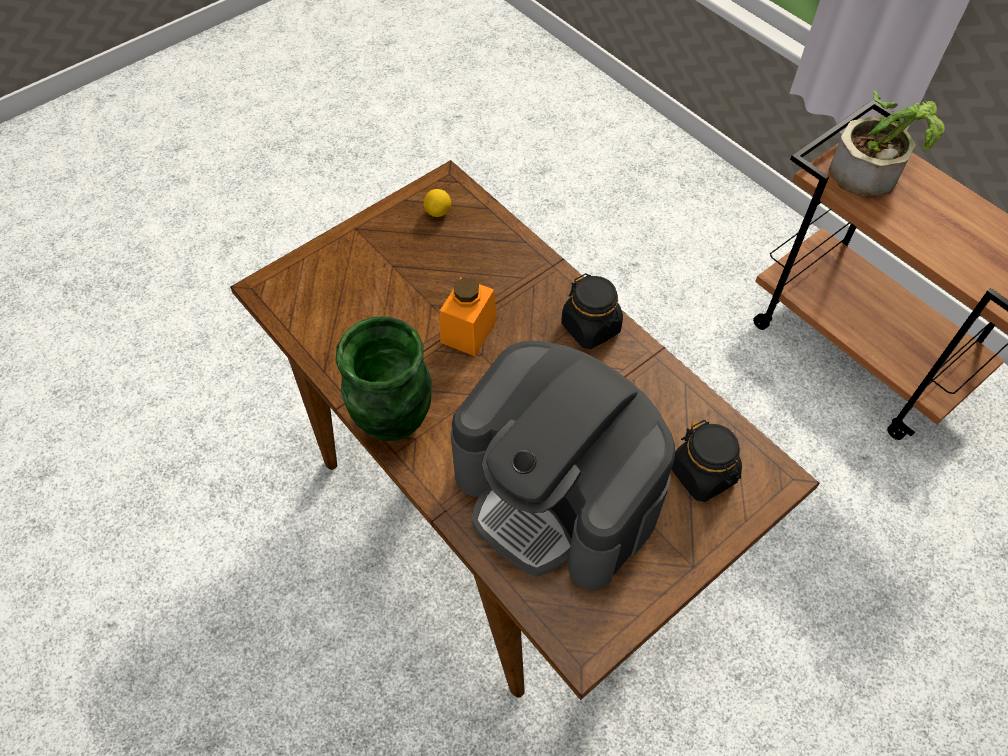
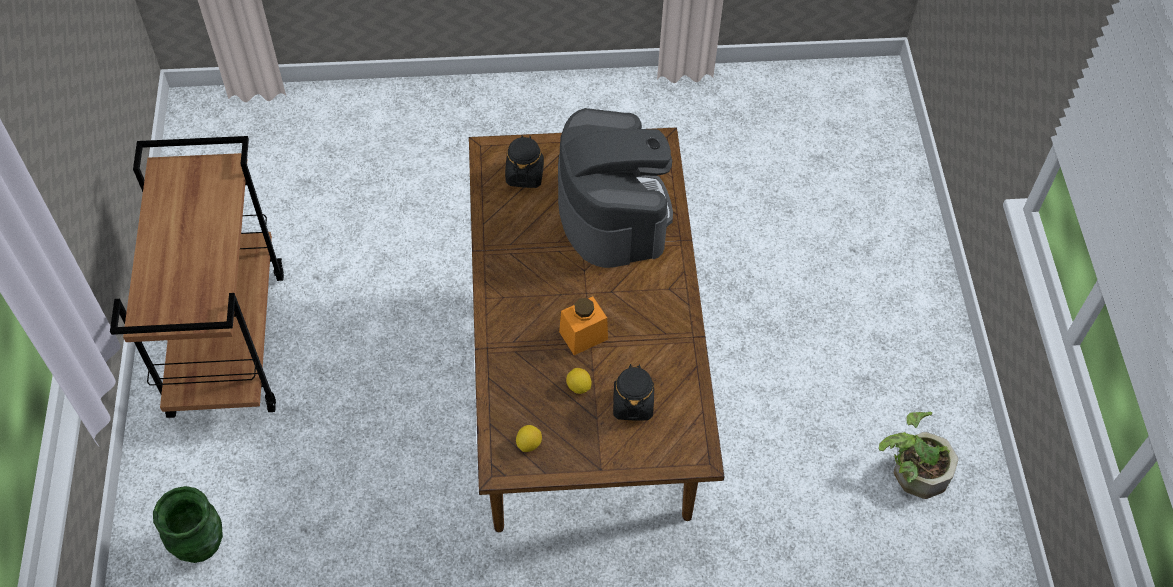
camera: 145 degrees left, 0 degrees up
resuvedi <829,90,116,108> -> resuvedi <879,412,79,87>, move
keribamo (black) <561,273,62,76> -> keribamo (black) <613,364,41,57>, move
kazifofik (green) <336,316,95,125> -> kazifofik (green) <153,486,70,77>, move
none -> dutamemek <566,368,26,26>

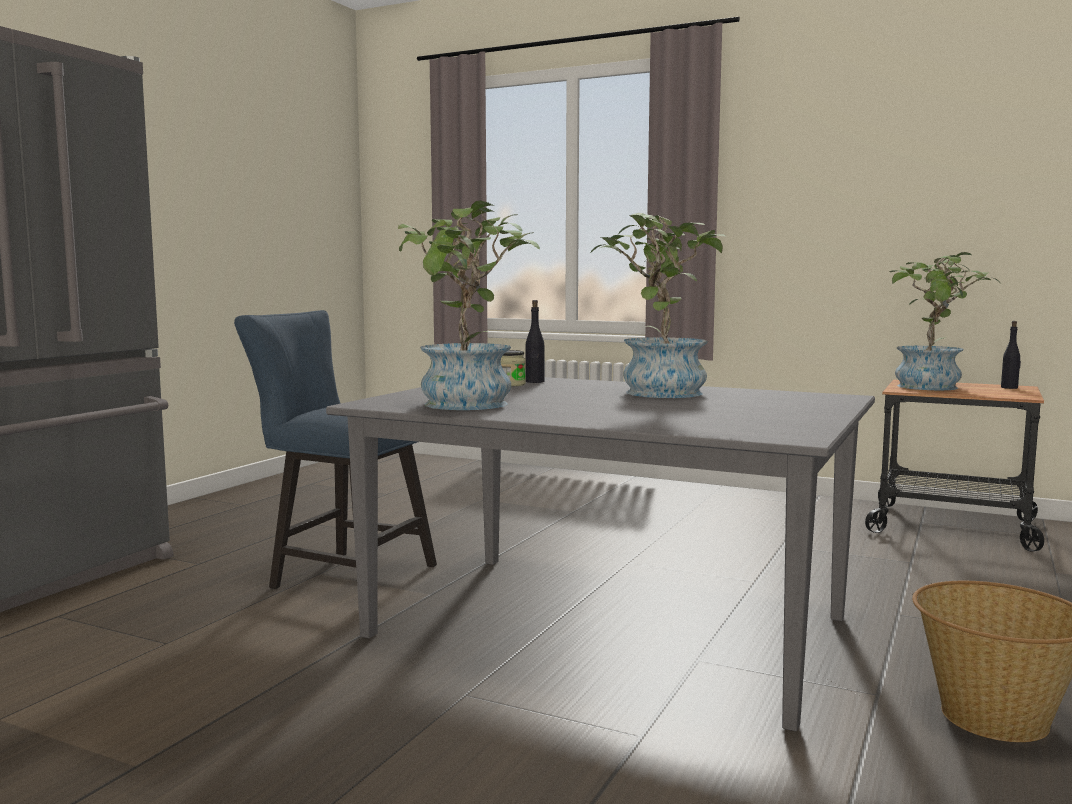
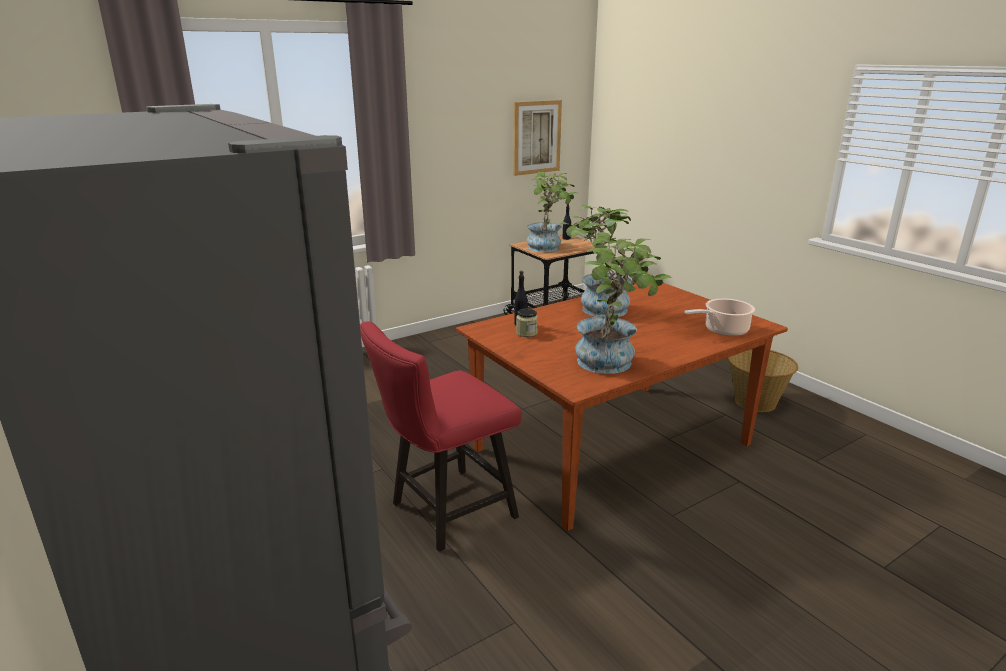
camera: 60 degrees left, 15 degrees up
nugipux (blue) <234,310,203,279> -> nugipux (red) <360,321,162,231>
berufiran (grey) <326,377,549,354> -> berufiran (brown) <456,283,332,248>
none -> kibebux <513,100,49,76>
none -> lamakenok <684,298,71,38>

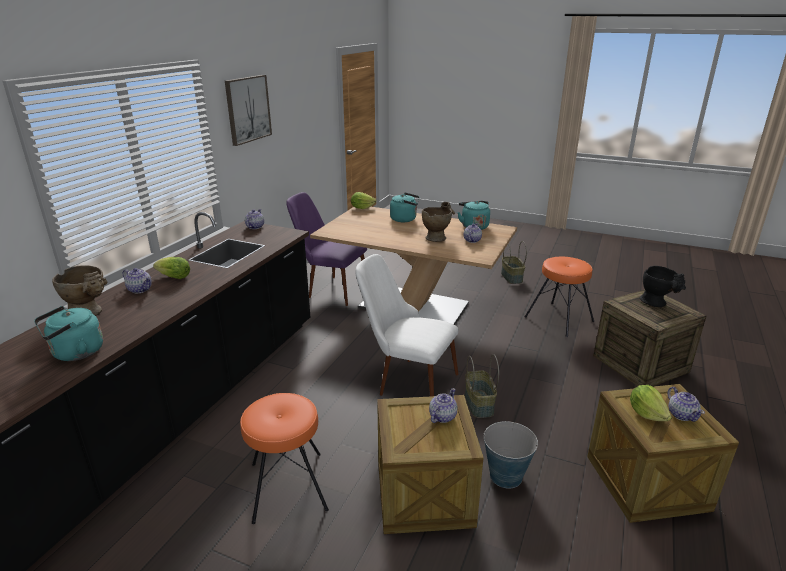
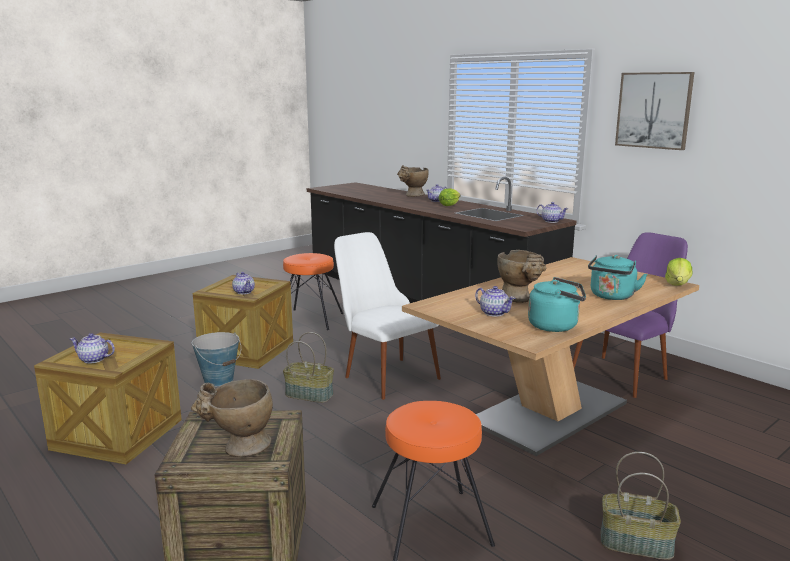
camera: 115 degrees right, 10 degrees down
nugipux (white) <355,254,104,143> -> nugipux (white) <334,232,107,168>, 90 degrees counterclockwise
kazifofik (black) <640,266,46,41> -> kazifofik (beige) <191,379,82,78>
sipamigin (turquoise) <34,306,69,55> -> none
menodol <630,385,42,36> -> none

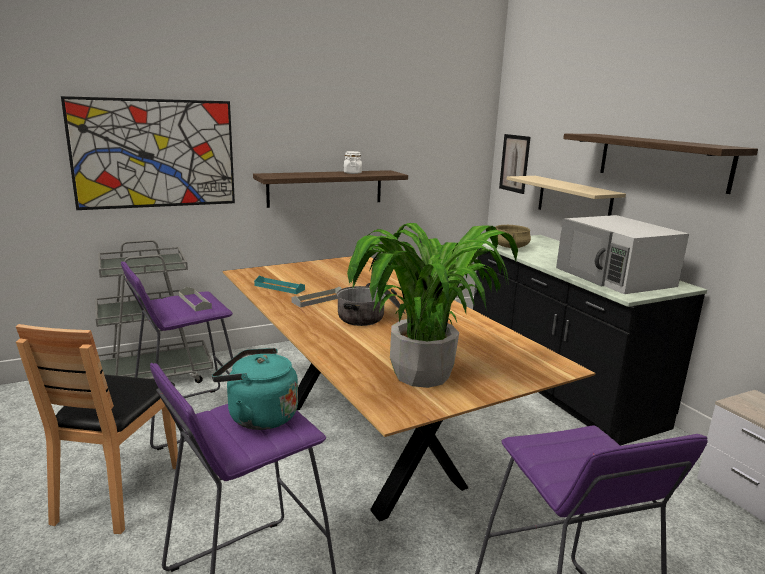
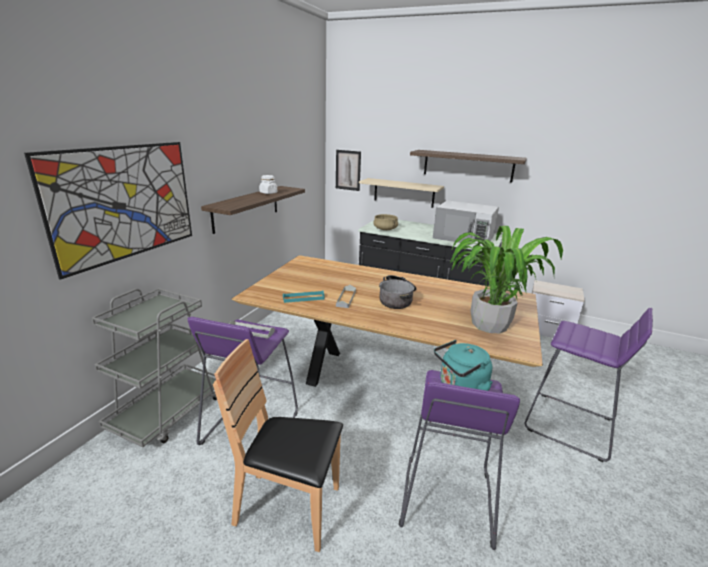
camera: 40 degrees left, 5 degrees up
nugipux (brown) <16,324,162,210> -> nugipux (brown) <213,339,130,213>, 135 degrees clockwise

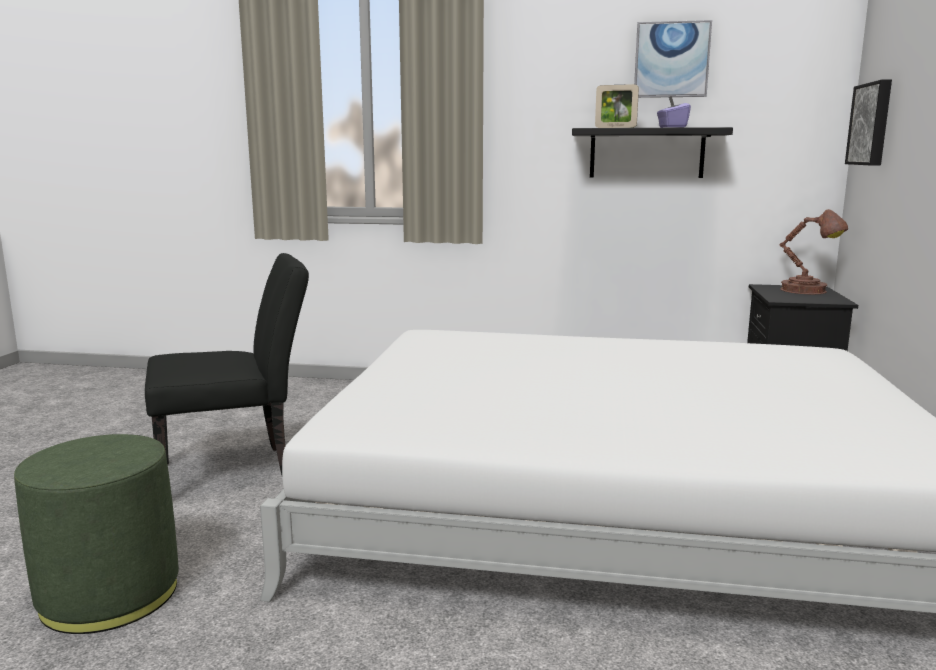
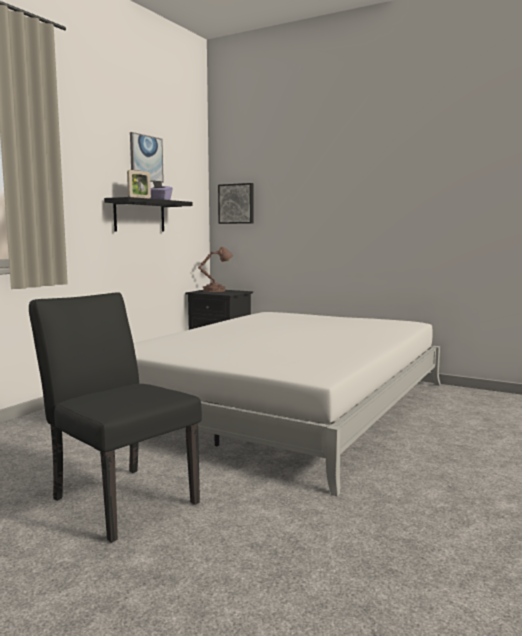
camera: 70 degrees left, 5 degrees down
nugipux (black) <145,253,164,222> -> nugipux (black) <29,292,173,251>, 45 degrees counterclockwise
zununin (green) <14,434,165,200> -> none

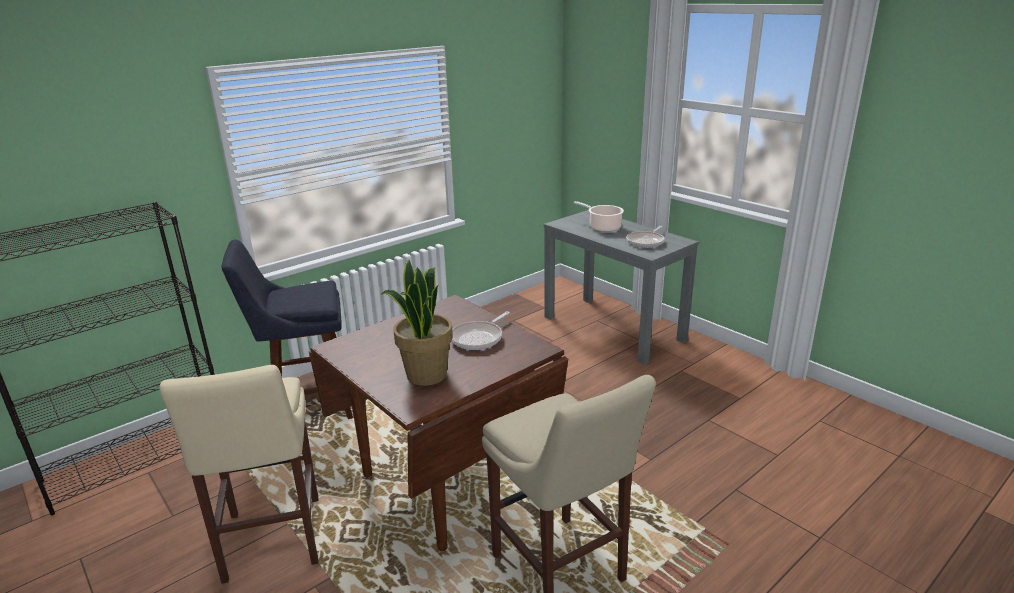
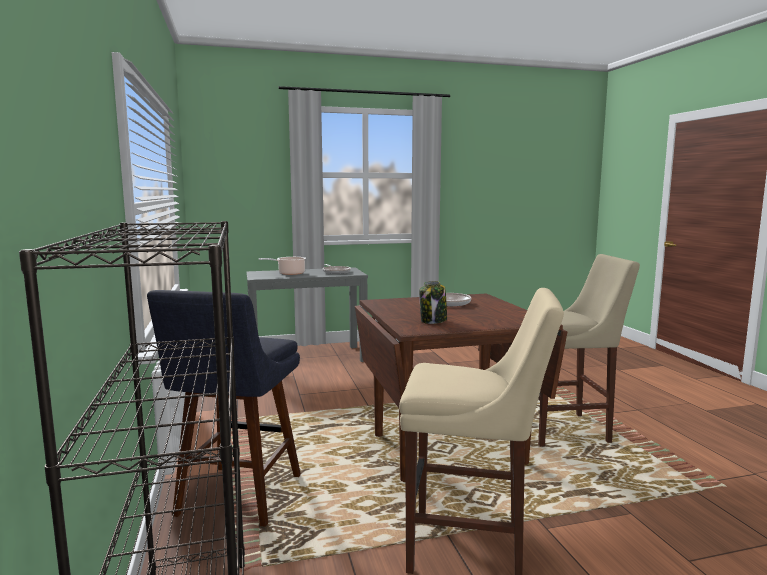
camera: 65 degrees left, 15 degrees down
resuvedi <382,260,71,126> -> none
none -> keribamo <419,281,28,43>

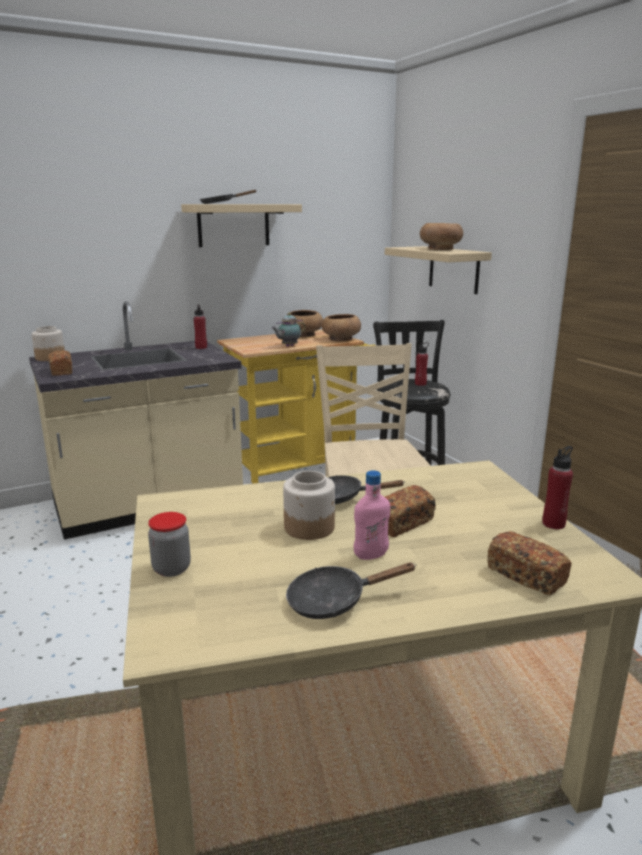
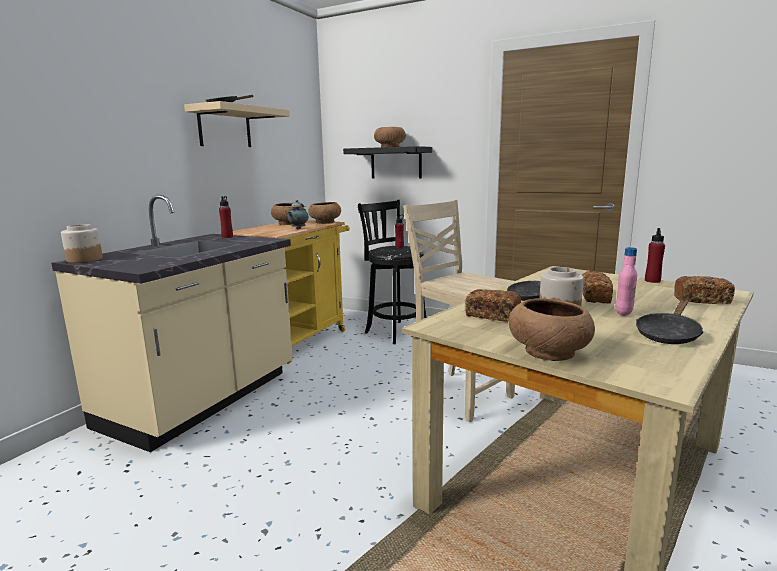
camera: 35 degrees left, 5 degrees down
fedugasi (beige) <385,246,107,48> -> fedugasi (black) <343,146,89,33>
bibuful <48,350,24,26> -> bibuful <465,289,56,33>, move
keribamo <148,512,43,65> -> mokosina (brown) <509,298,86,63>

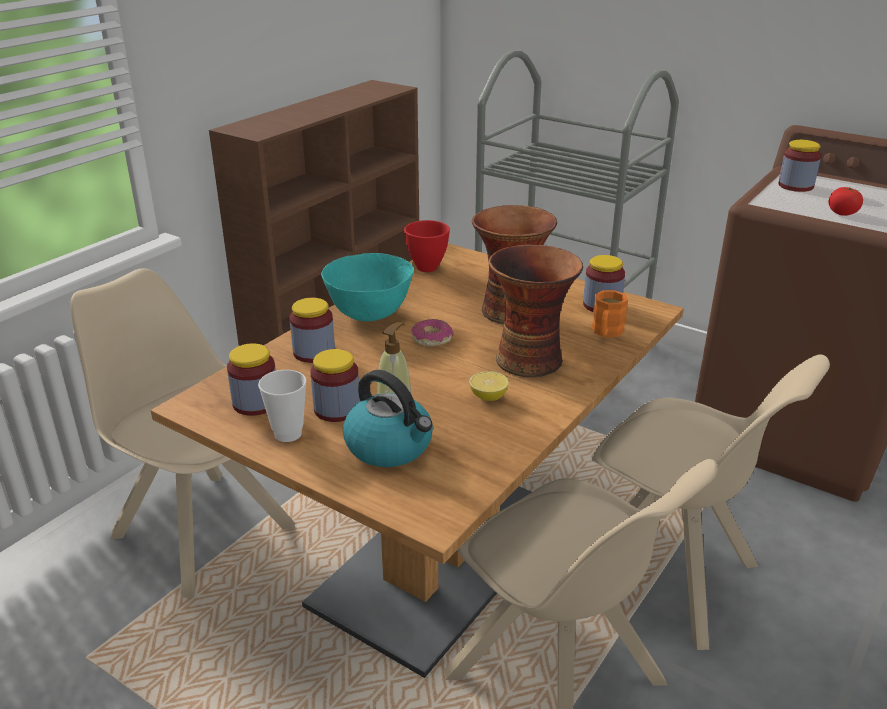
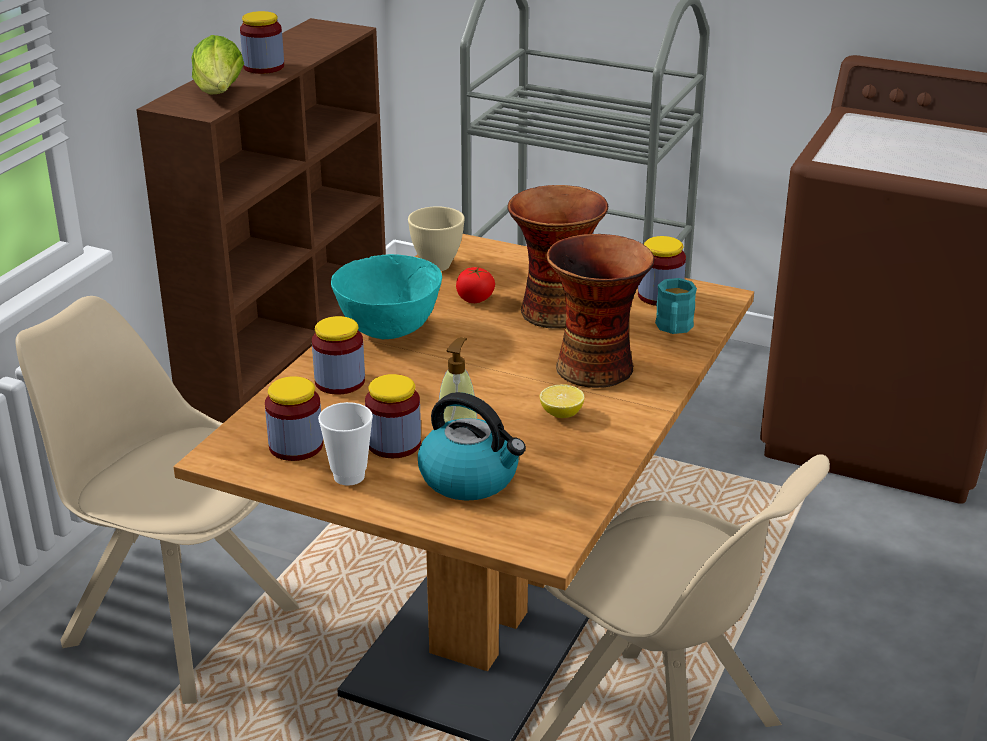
camera: 10 degrees left, 0 degrees up
keribamo <778,140,43,52> -> keribamo <240,11,44,63>, move
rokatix <829,187,34,29> -> rokatix <456,267,39,36>, move
mokosina (red) <404,220,46,52> -> mokosina (beige) <408,206,57,65>
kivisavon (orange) <592,290,36,47> -> kivisavon (turquoise) <655,278,42,56>
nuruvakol <411,319,42,28> -> none
nugipux (beige) <592,355,238,295> -> none
none -> menodol <191,35,53,60>

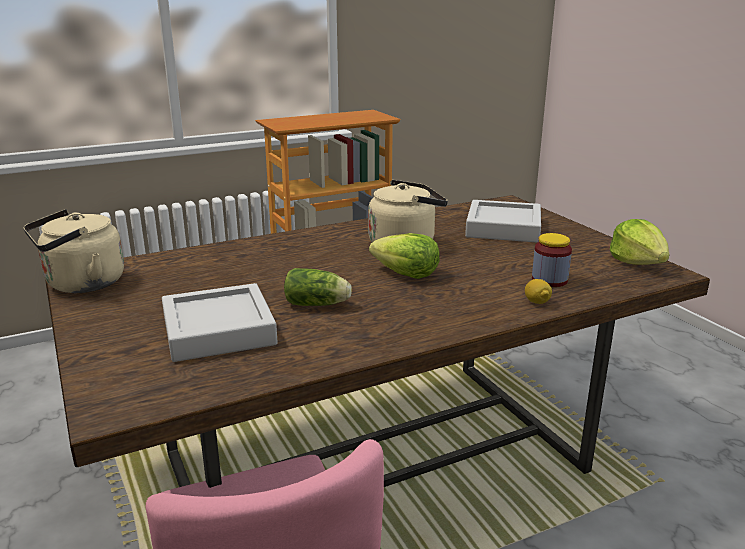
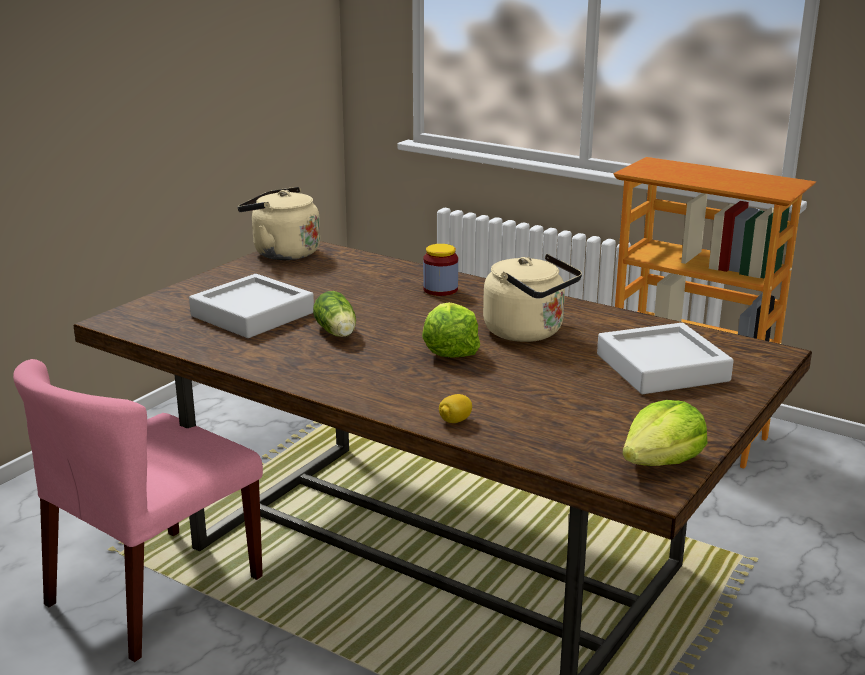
camera: 60 degrees right, 0 degrees up
keribamo <532,233,40,54> -> keribamo <423,244,35,52>, move

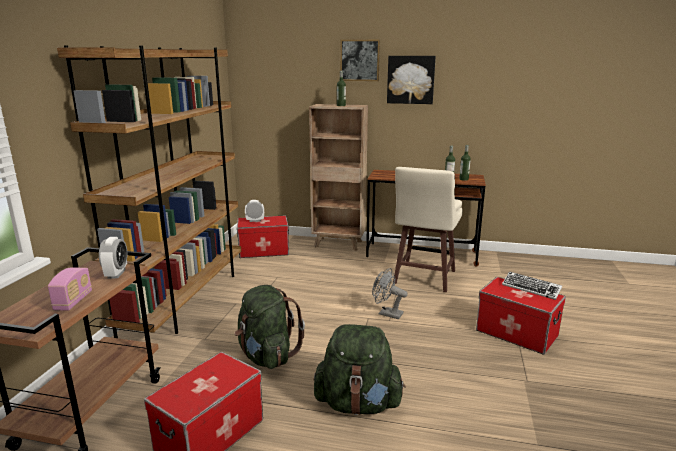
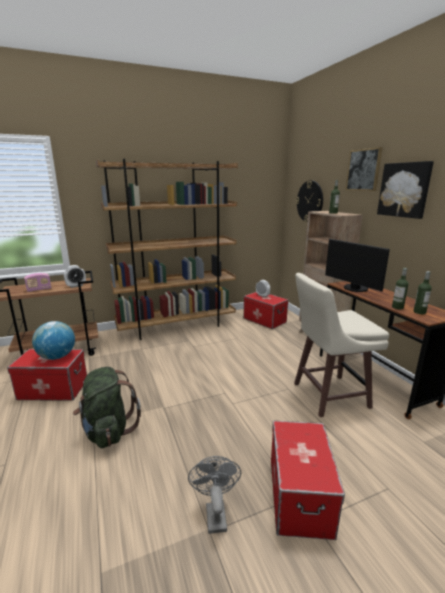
camera: 55 degrees right, 0 degrees up
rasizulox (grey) <372,268,36,51> -> rasizulox (grey) <188,456,53,78>, move
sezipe <502,272,60,28> -> none
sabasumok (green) <235,285,70,84> -> none
none -> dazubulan <296,180,27,42>
none -> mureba <325,239,65,53>
none -> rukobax <32,321,43,39>

